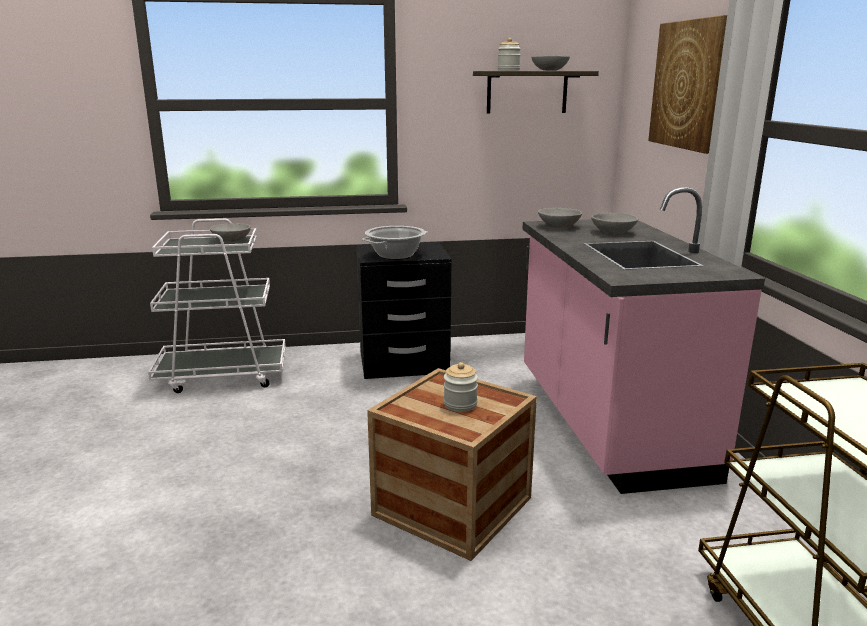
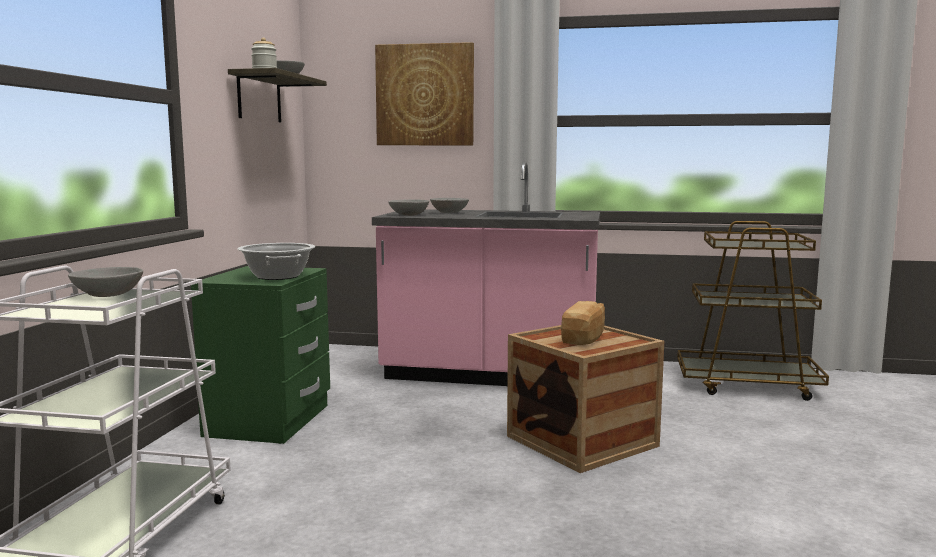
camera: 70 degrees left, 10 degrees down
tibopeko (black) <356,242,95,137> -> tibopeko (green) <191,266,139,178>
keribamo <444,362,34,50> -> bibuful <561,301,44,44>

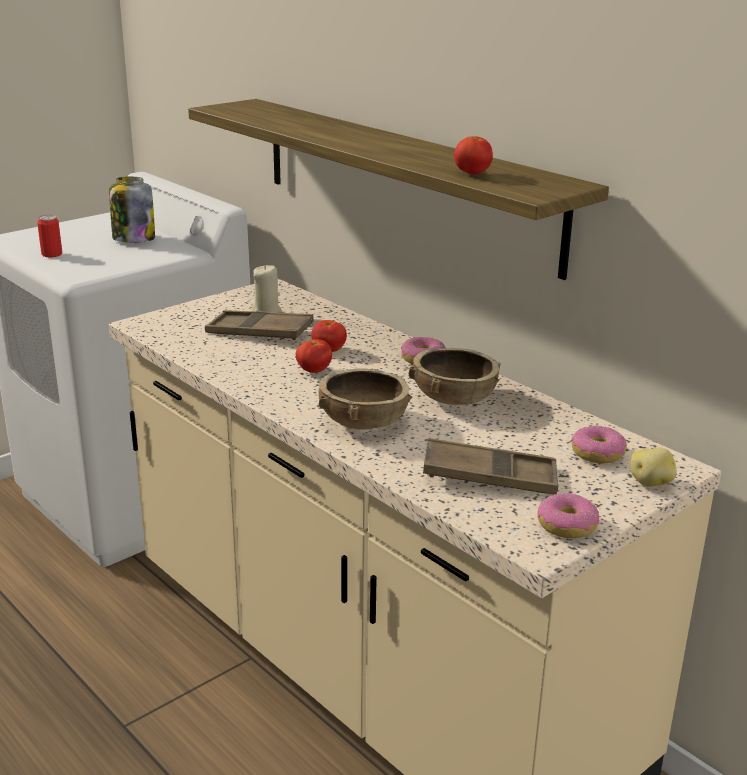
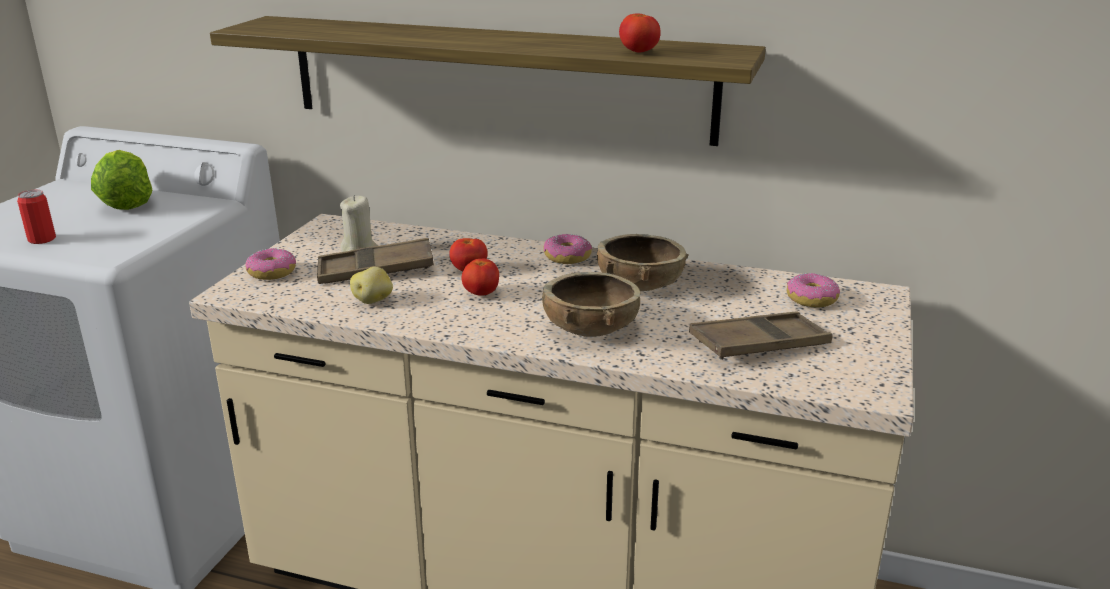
camera: 30 degrees left, 0 degrees up
keribamo <109,177,46,66> -> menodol <91,150,61,60>
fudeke <630,448,47,38> -> fudeke <350,267,43,37>, move
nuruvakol <537,493,62,45> -> nuruvakol <245,248,51,32>, move

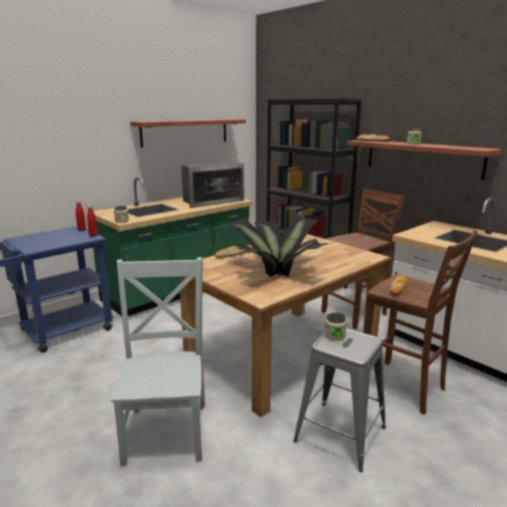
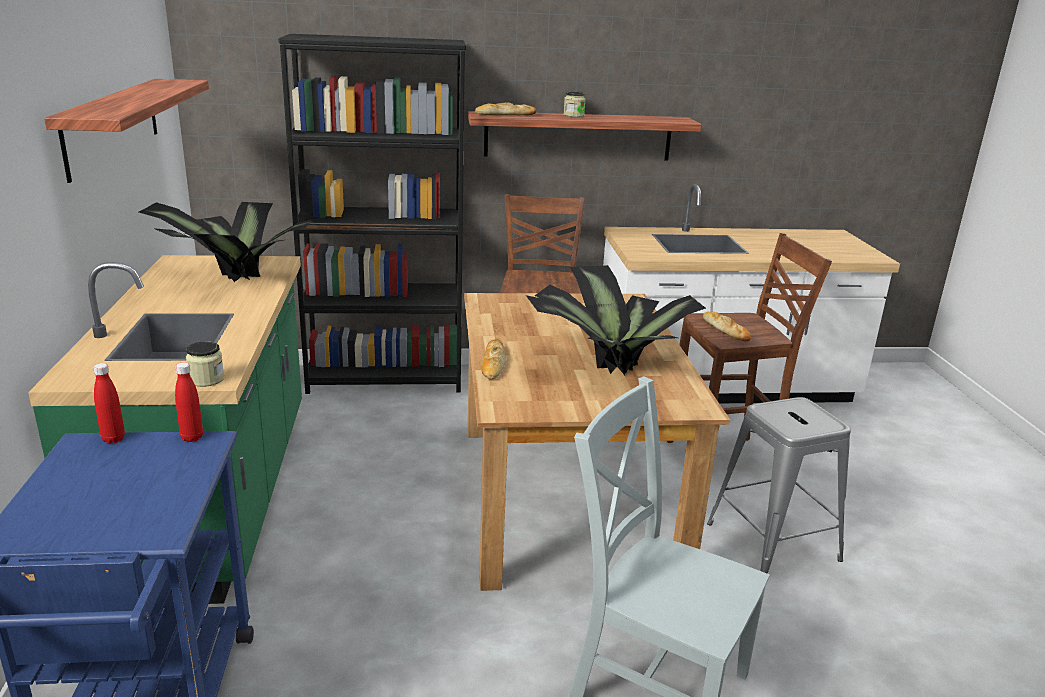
camera: 55 degrees left, 5 degrees up
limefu <181,162,63,46> -> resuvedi <139,202,175,80>
keribamo <325,313,21,28> -> none

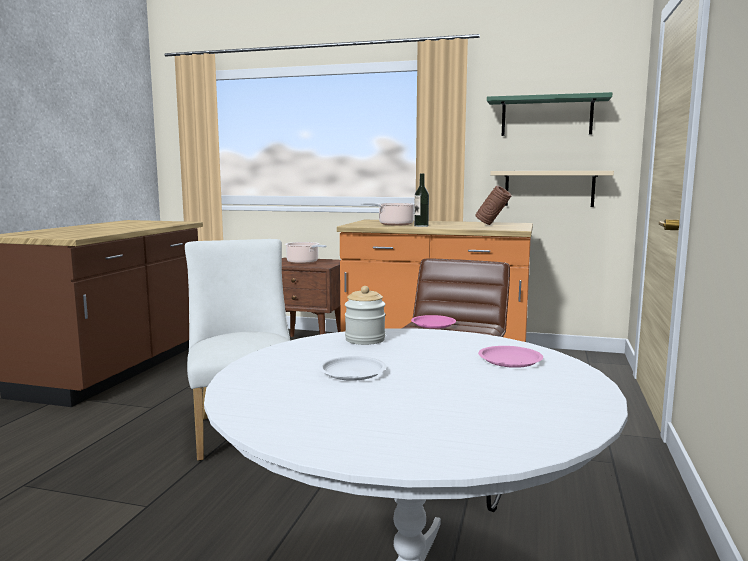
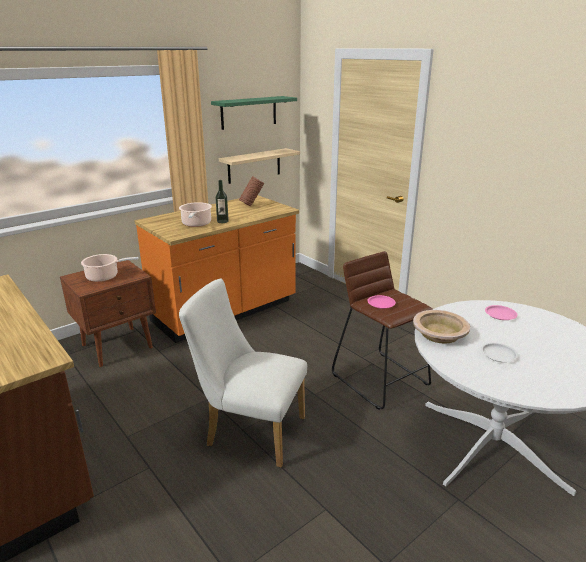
camera: 55 degrees left, 15 degrees up
keribamo <345,286,41,59> -> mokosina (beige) <413,310,57,34>

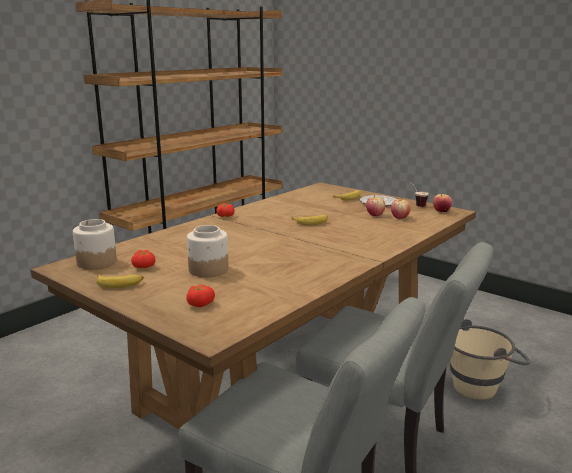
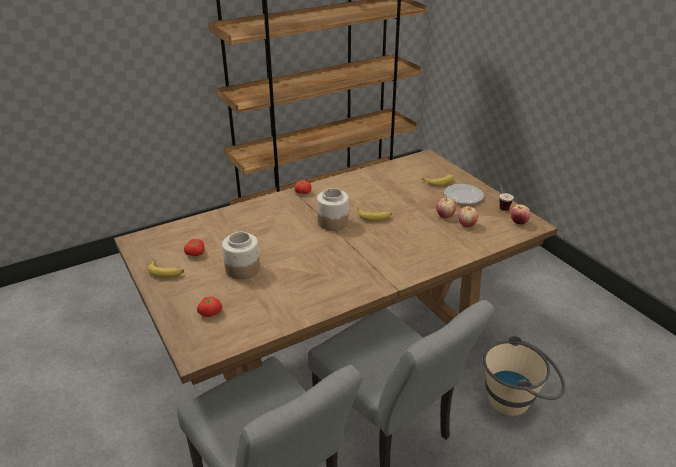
camera: 20 degrees right, 15 degrees up
keribamo <73,219,44,50> -> keribamo <317,188,32,42>, move

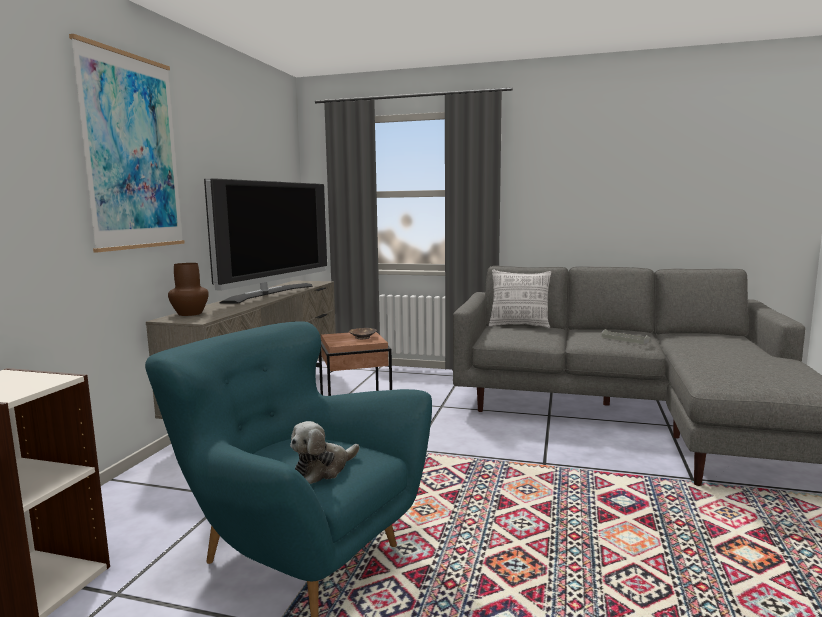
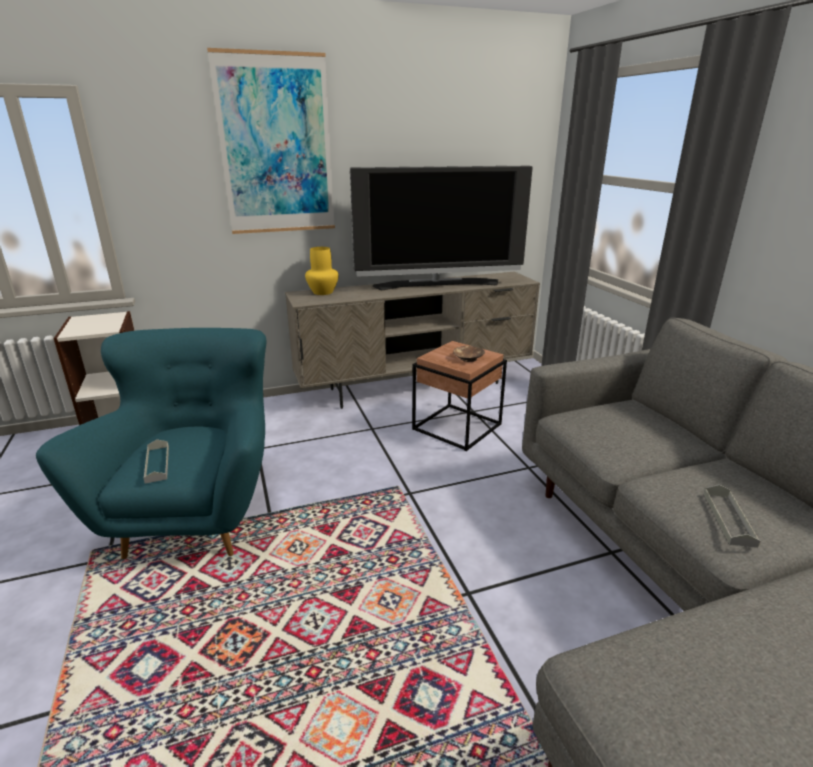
camera: 55 degrees right, 15 degrees up
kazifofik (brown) <168,263,41,53> -> kazifofik (yellow) <305,247,34,48>
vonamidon <489,269,62,60> -> none
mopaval <290,421,69,63> -> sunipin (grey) <143,439,26,45>

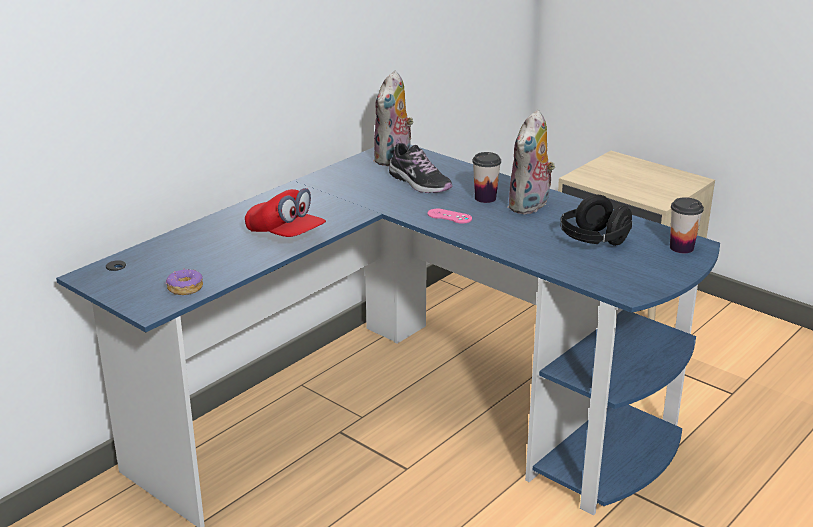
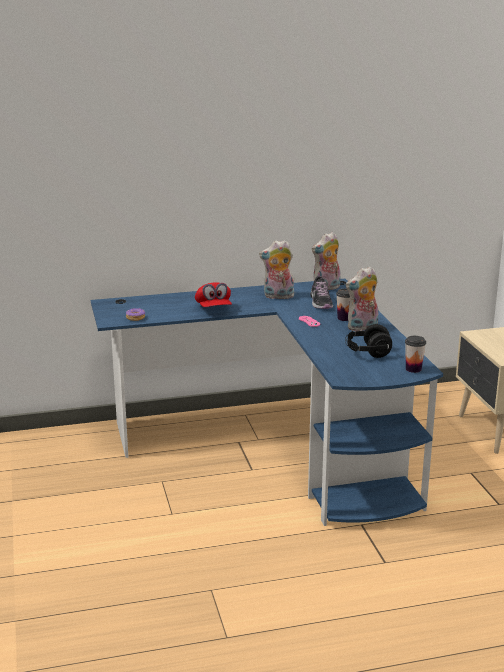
camera: 35 degrees right, 5 degrees down
none -> mopaval <259,240,35,59>

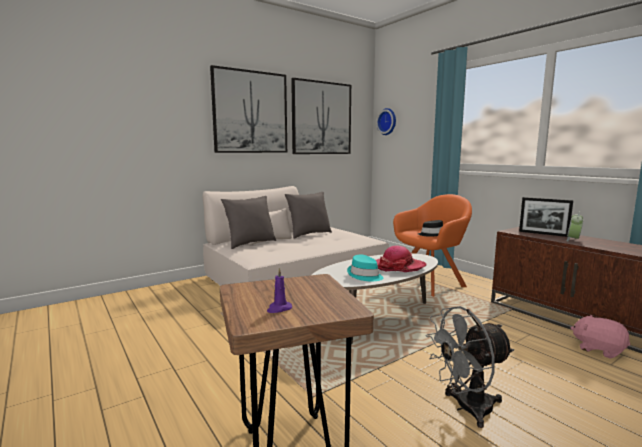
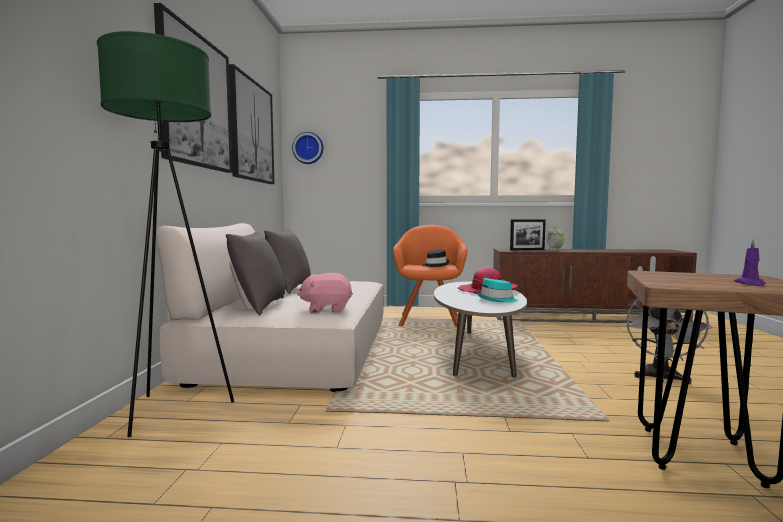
camera: 50 degrees left, 5 degrees down
mopaval (pink) <571,315,59,44> -> mopaval (pink) <297,273,56,40>, move
none -> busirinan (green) <97,31,137,406>

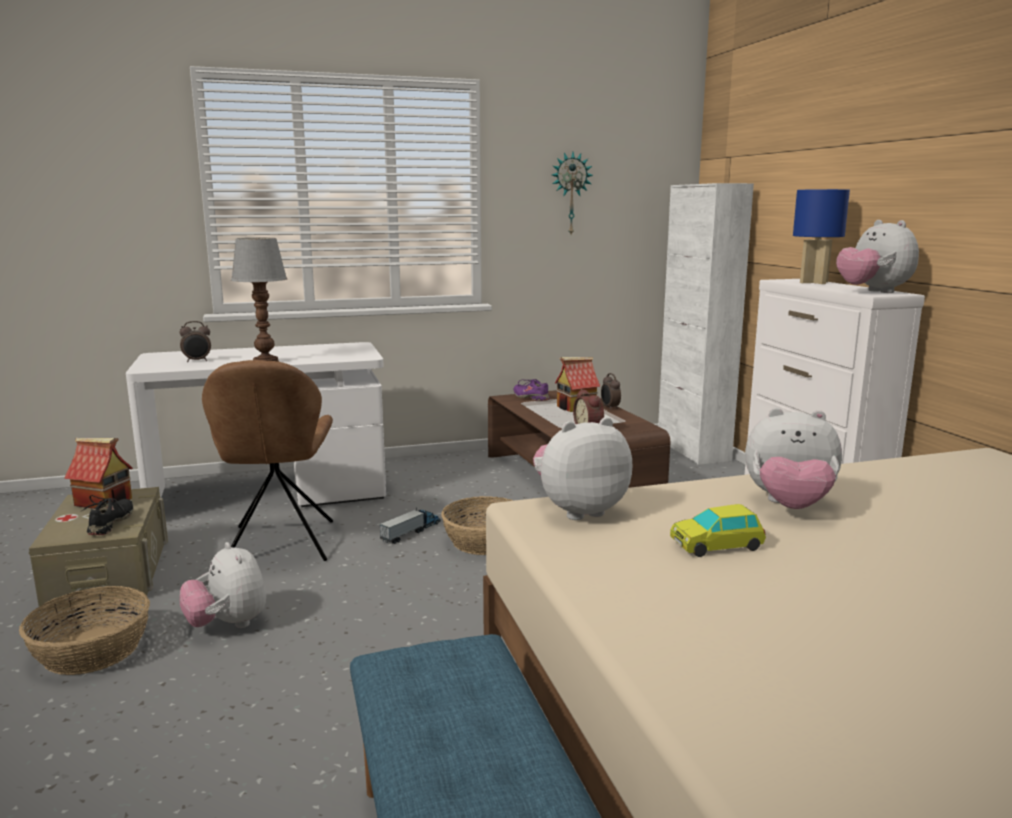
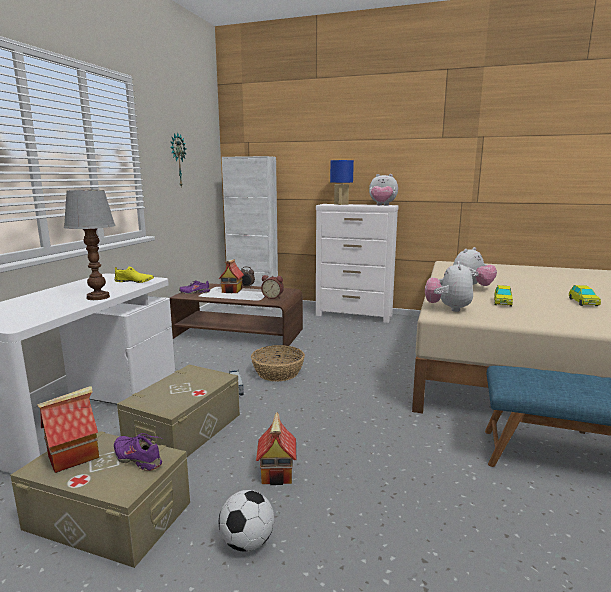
camera: 55 degrees left, 0 degrees up
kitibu <180,321,31,41> -> none
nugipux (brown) <202,360,131,201> -> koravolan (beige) <117,365,123,92>
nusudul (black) <82,495,52,40> -> nusudul (purple) <114,433,49,38>
mopaval <180,542,86,86> -> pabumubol <256,412,40,73>
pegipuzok <19,586,131,89> -> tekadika <219,490,55,62>
none -> nusudul (yellow) <114,267,40,16>
none -> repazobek <569,285,32,21>

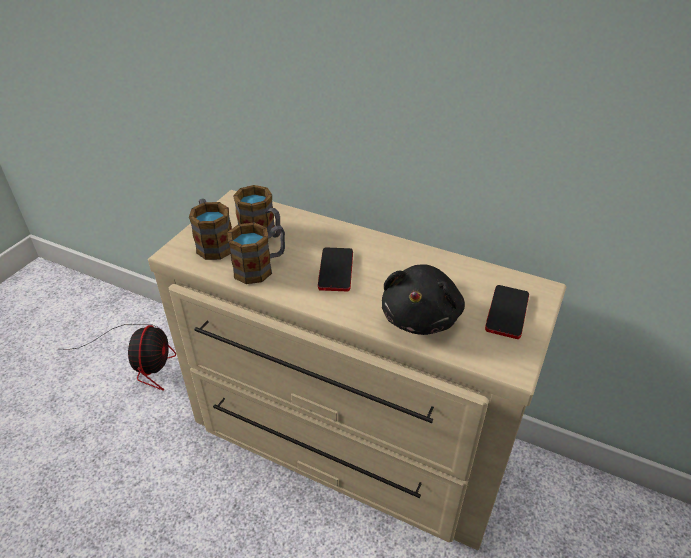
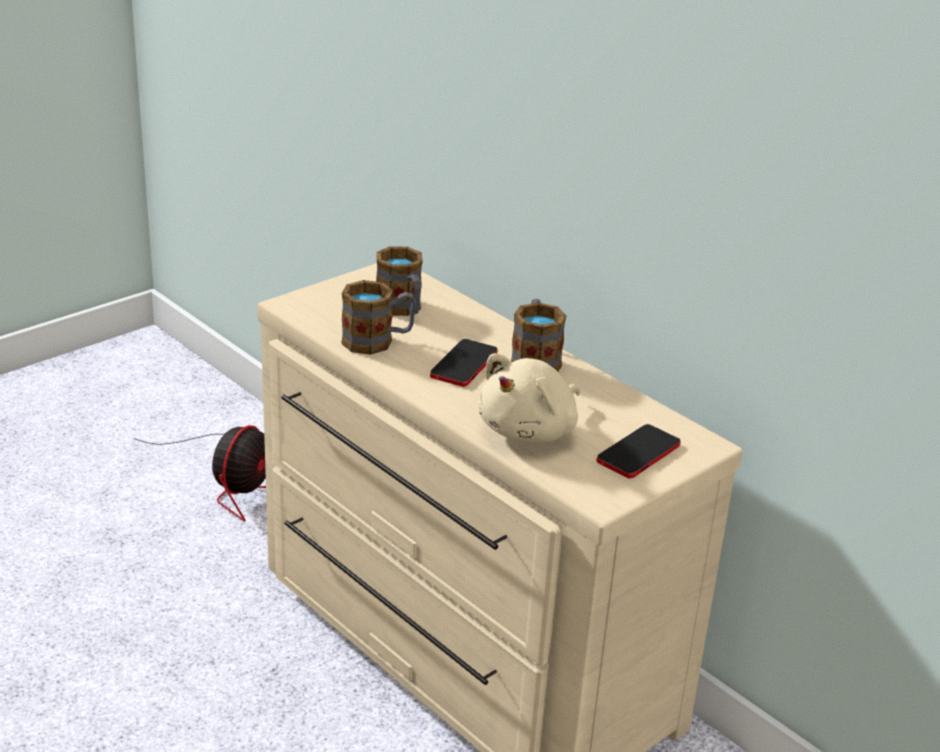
camera: 20 degrees right, 10 degrees down
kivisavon <189,199,43,61> -> kivisavon <511,299,56,73>, move
mopaval (black) <382,264,83,71> -> mopaval (beige) <479,353,101,90>

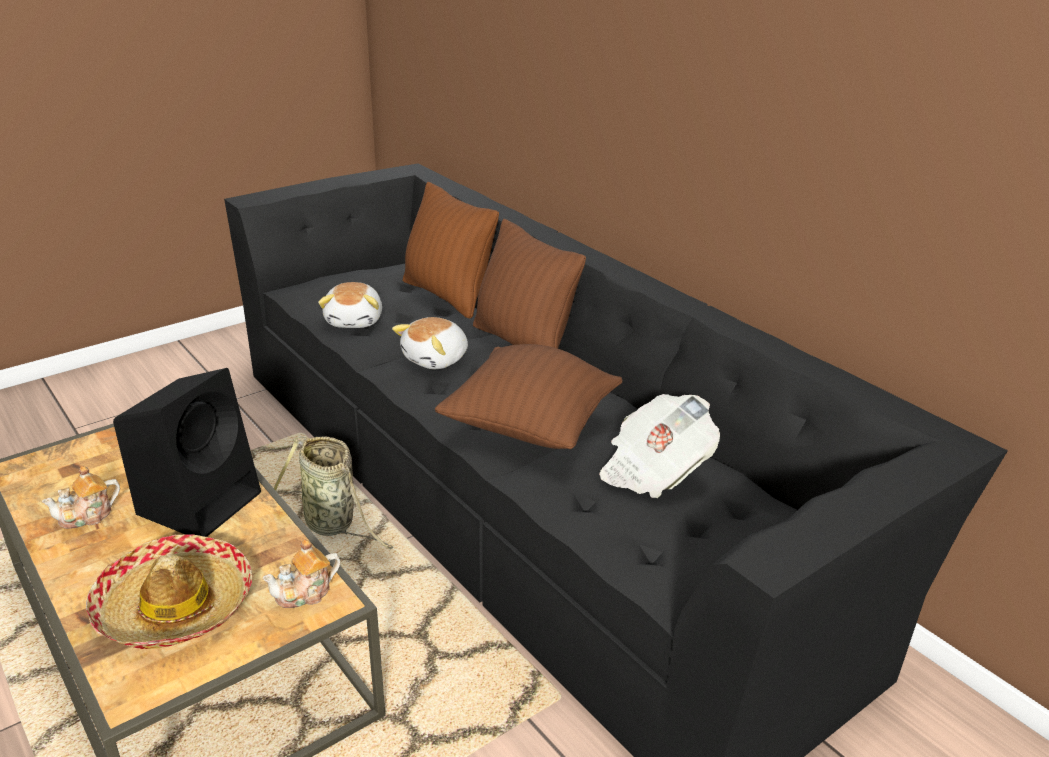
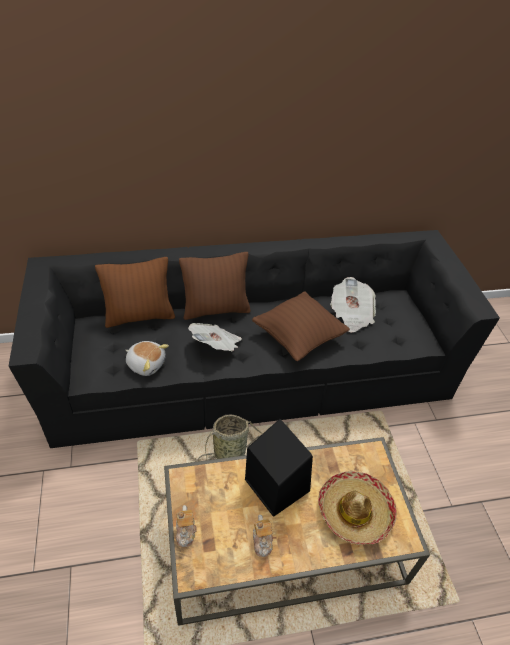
camera: 65 degrees left, 15 degrees up
mopaval <392,317,76,52> -> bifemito <188,323,54,28>
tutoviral <262,539,78,69> -> tutoviral <176,505,20,42>, move

